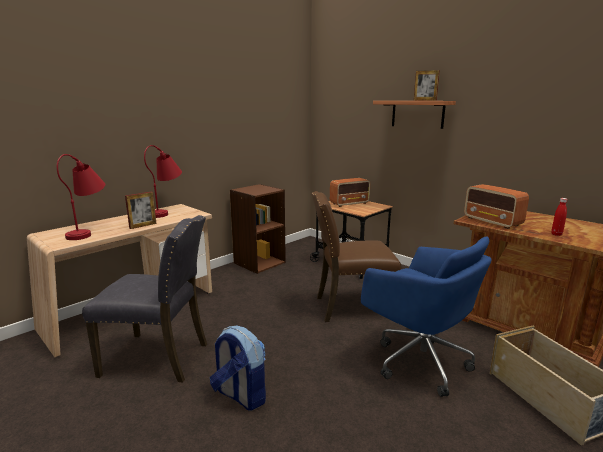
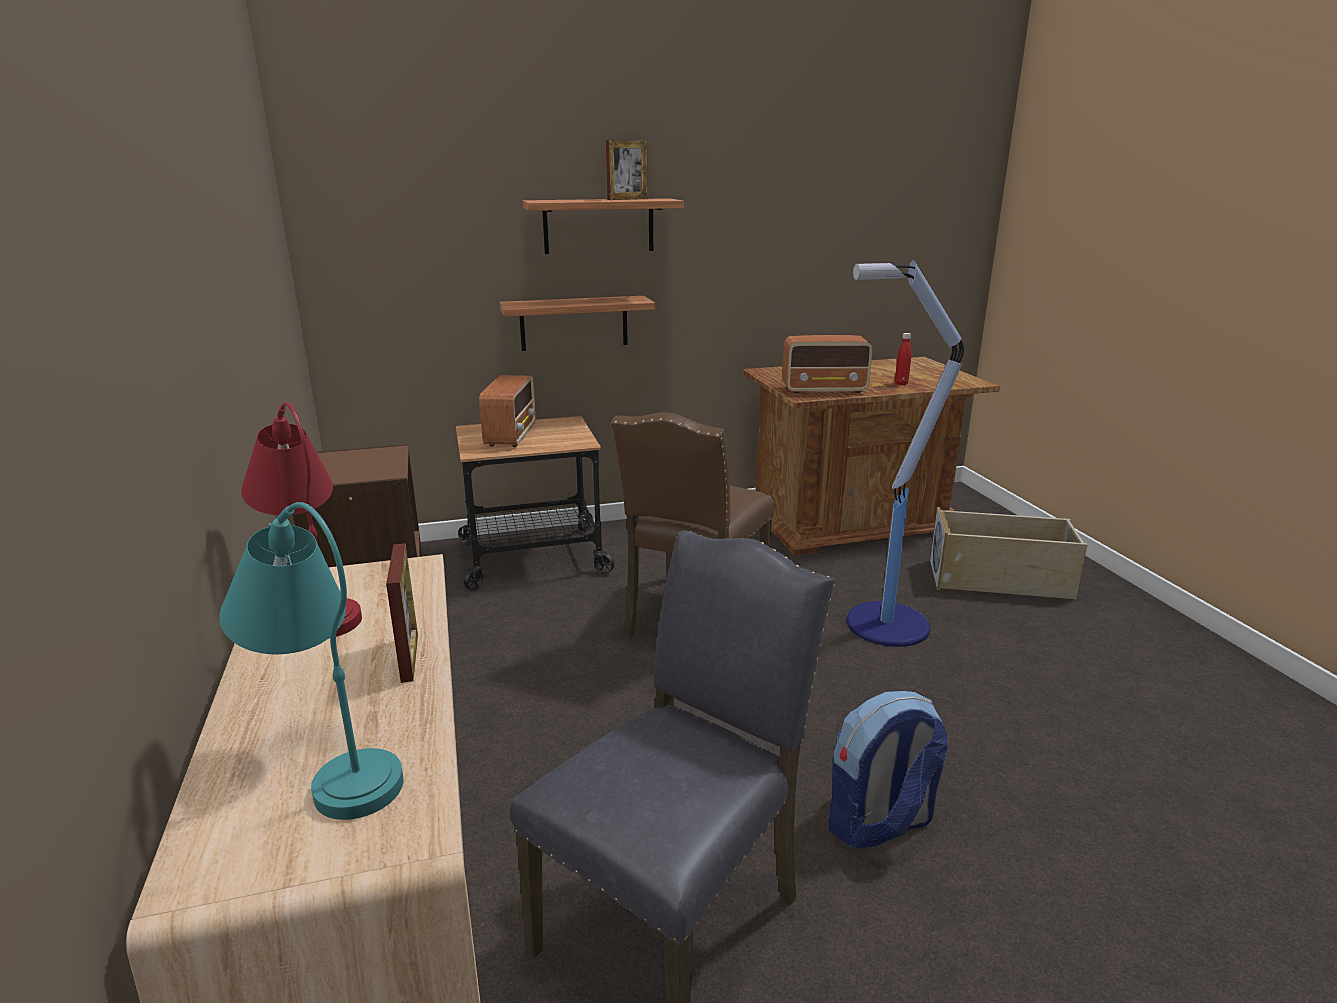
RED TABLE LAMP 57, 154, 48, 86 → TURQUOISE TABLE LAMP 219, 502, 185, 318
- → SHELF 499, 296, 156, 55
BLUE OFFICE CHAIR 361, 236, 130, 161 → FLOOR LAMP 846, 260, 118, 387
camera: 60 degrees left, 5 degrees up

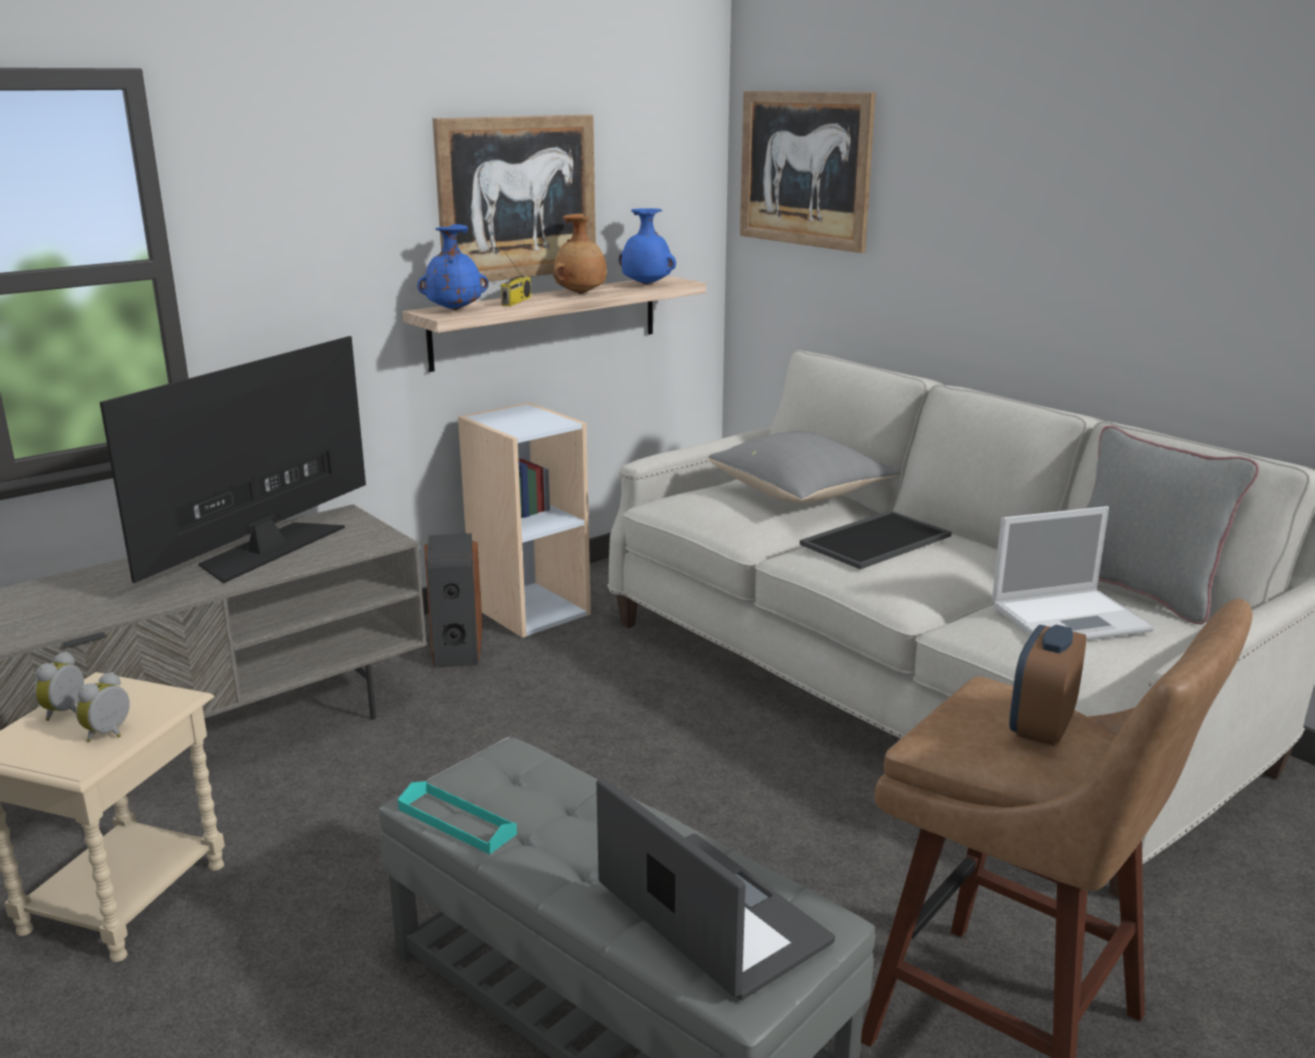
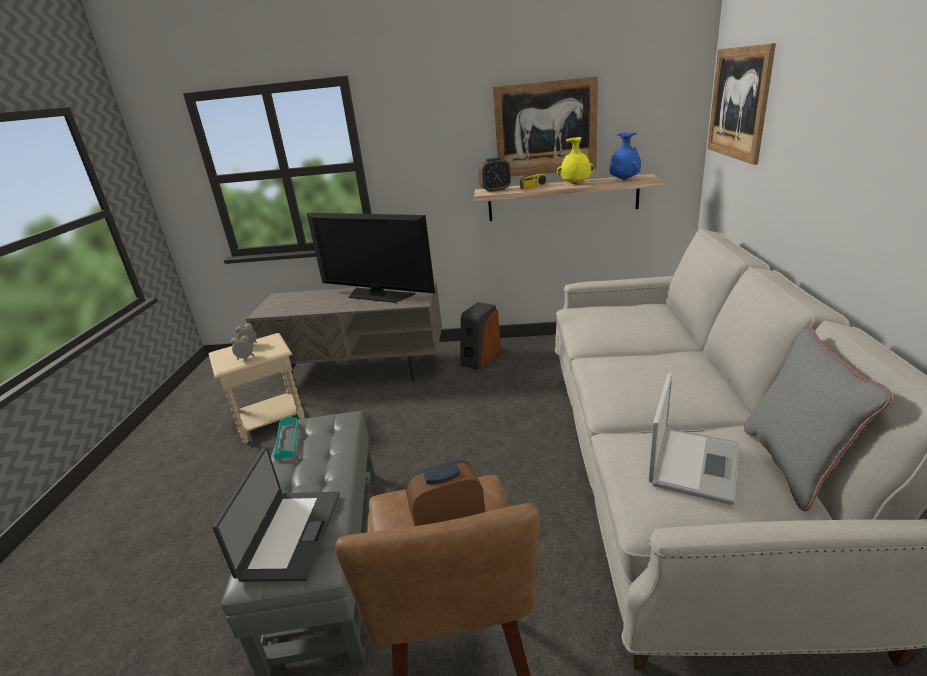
TELEVISION 100, 336, 266, 247 → TELEVISION 307, 213, 128, 90, 135 degrees counterclockwise
BLUE VASE 417, 224, 72, 86 → ALARM CLOCK 478, 157, 33, 35
BROWN VASE 553, 214, 54, 80 → YELLOW VASE 557, 137, 37, 47
LAPTOP 992, 506, 162, 135 → LAPTOP 648, 373, 91, 132, 90 degrees counterclockwise
BOOKCASE 458, 402, 133, 236 → -
GREY PILLOW 708, 431, 193, 72 → -
TRAY 800, 510, 152, 59 → -
camera: 45 degrees right, 5 degrees up

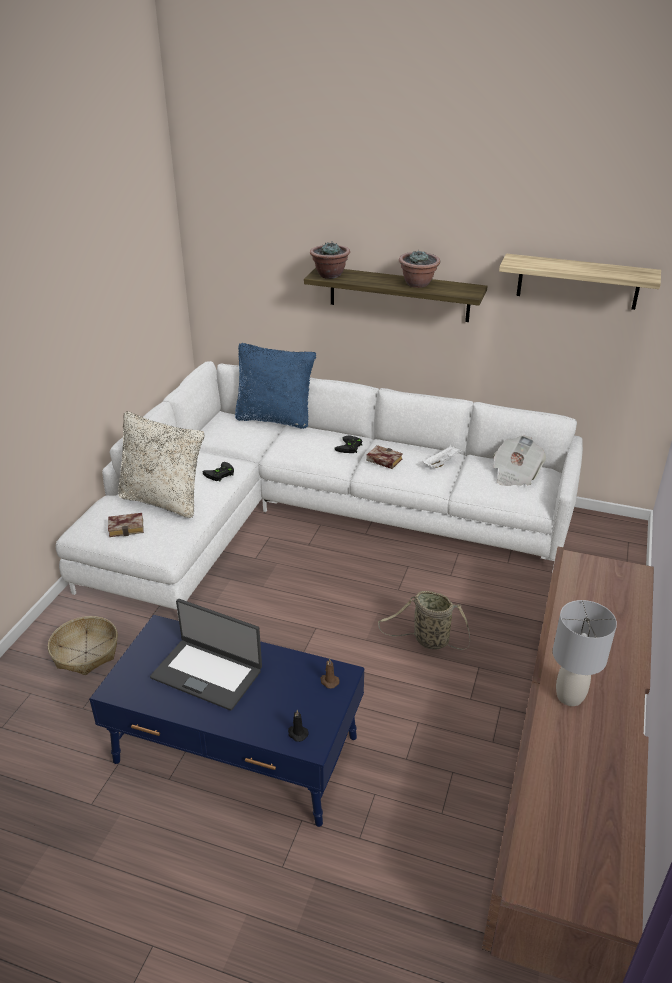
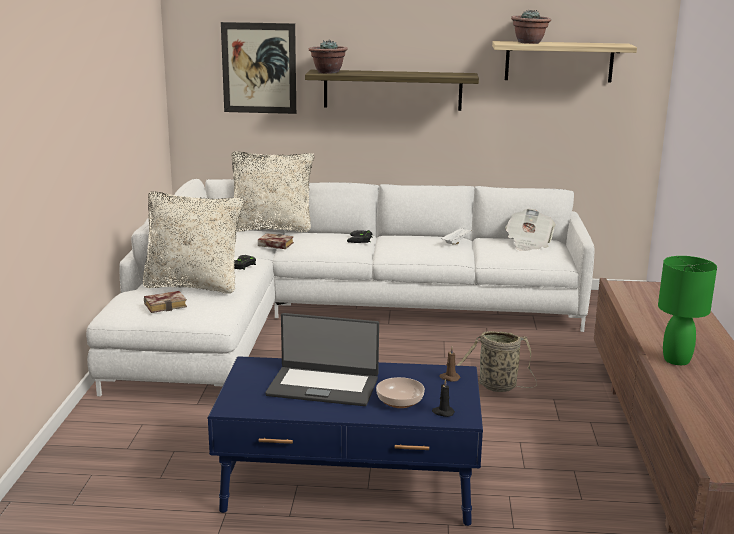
- → PICTURE 221, 22, 75, 92
BLUE PILLOW 235, 342, 81, 87 → BEIGE PILLOW 232, 151, 83, 82
BOOK 366, 445, 37, 24 → BOOK 258, 233, 36, 16, relocated
- → BOWL 376, 377, 49, 31
POTTED PLANT 399, 250, 41, 38 → POTTED PLANT 511, 10, 40, 34, relocated
GREY TABLE LAMP 553, 600, 64, 106 → GREEN TABLE LAMP 658, 256, 59, 109
BASKET 48, 616, 70, 59 → -
camera: 15 degrees left, 15 degrees down

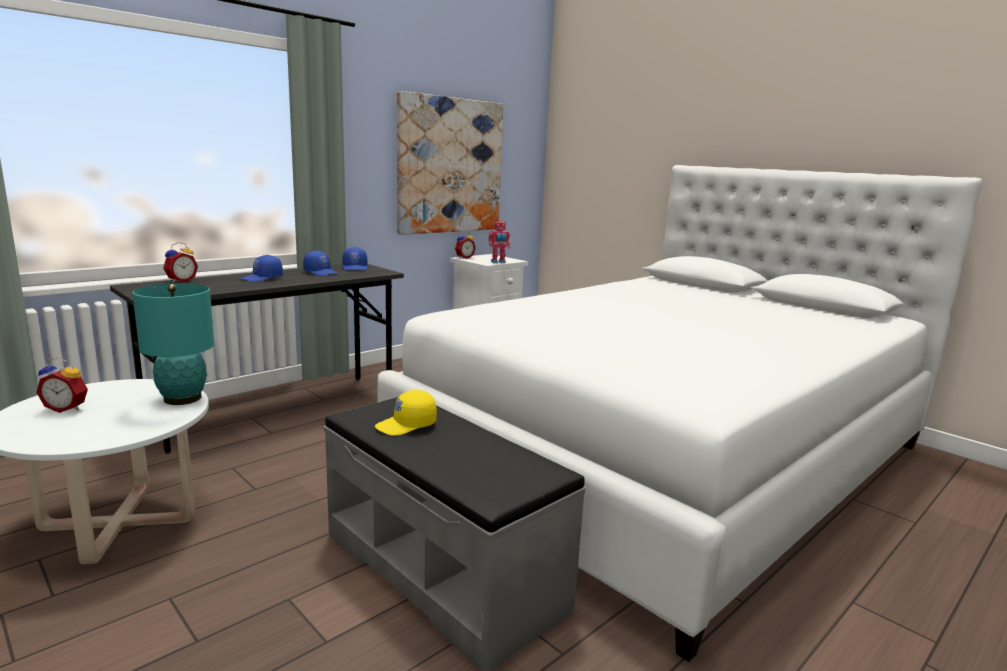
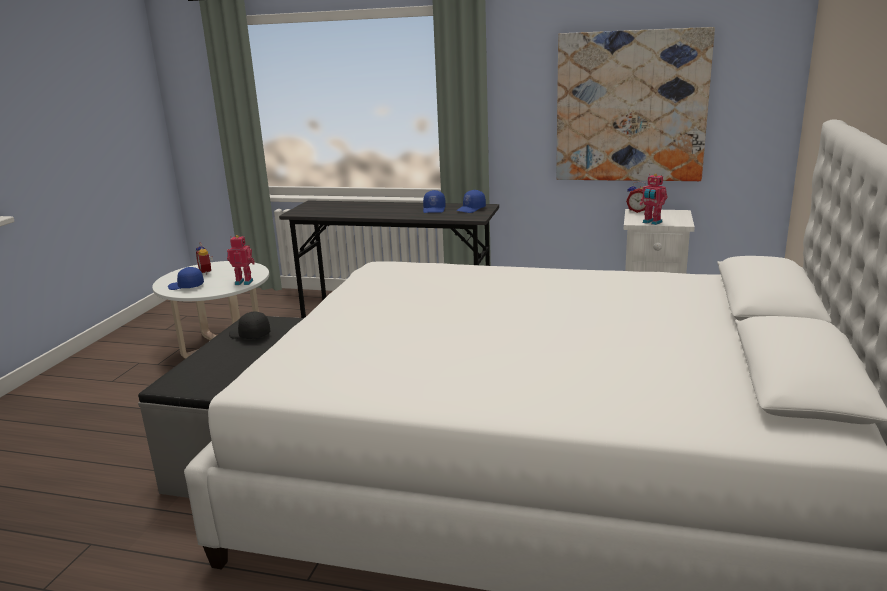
BLUE CAP 241, 255, 42, 27 → BLUE CAP 168, 267, 36, 23, relocated
TURQUOISE TABLE LAMP 132, 283, 82, 122 → TOY ROBOT 227, 235, 28, 50
YELLOW CAP 375, 390, 62, 46 → BLACK CAP 229, 312, 41, 27
ALARM CLOCK 163, 242, 35, 41 → -
camera: 60 degrees right, 5 degrees up

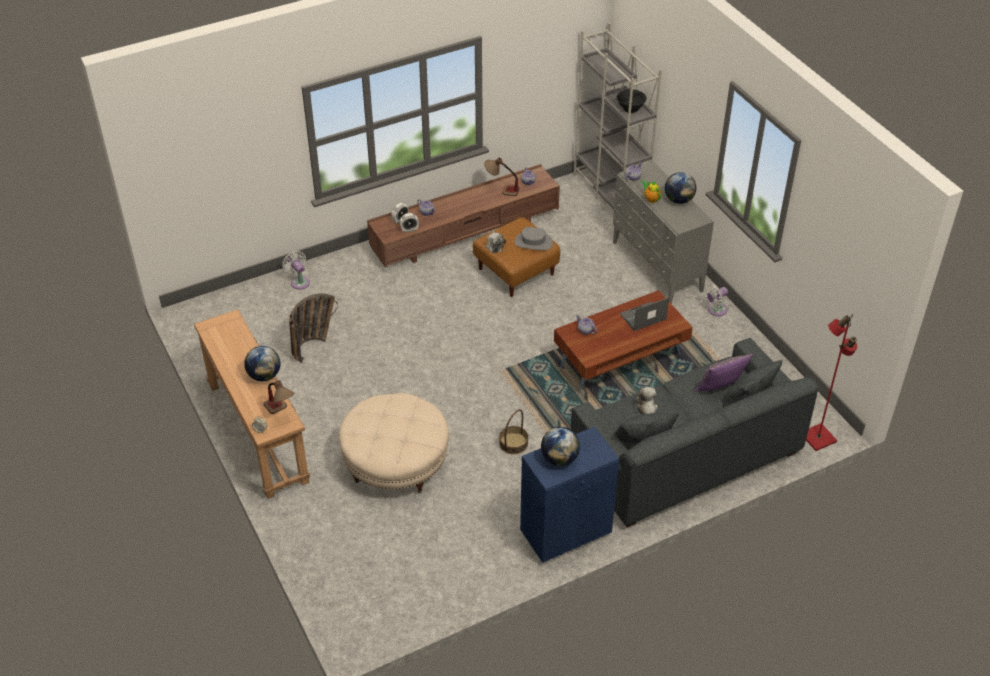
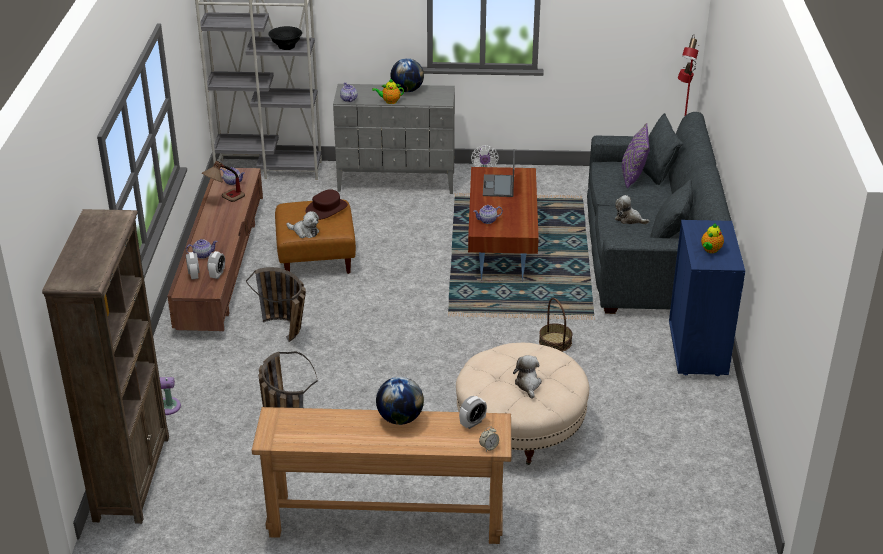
- → BROWN BOOKCASE 42, 209, 127, 315
- → BASKET 246, 267, 60, 75
GREY HAT 514, 227, 39, 23 → BROWN HAT 306, 189, 42, 31
TABLE LAMP 264, 380, 31, 34 → ALARM CLOCK 459, 396, 28, 33
- → PLUSH TOY 513, 355, 29, 44
GLOBE 541, 427, 39, 39 → TEAPOT 701, 223, 23, 30
camera: 60 degrees left, 10 degrees down

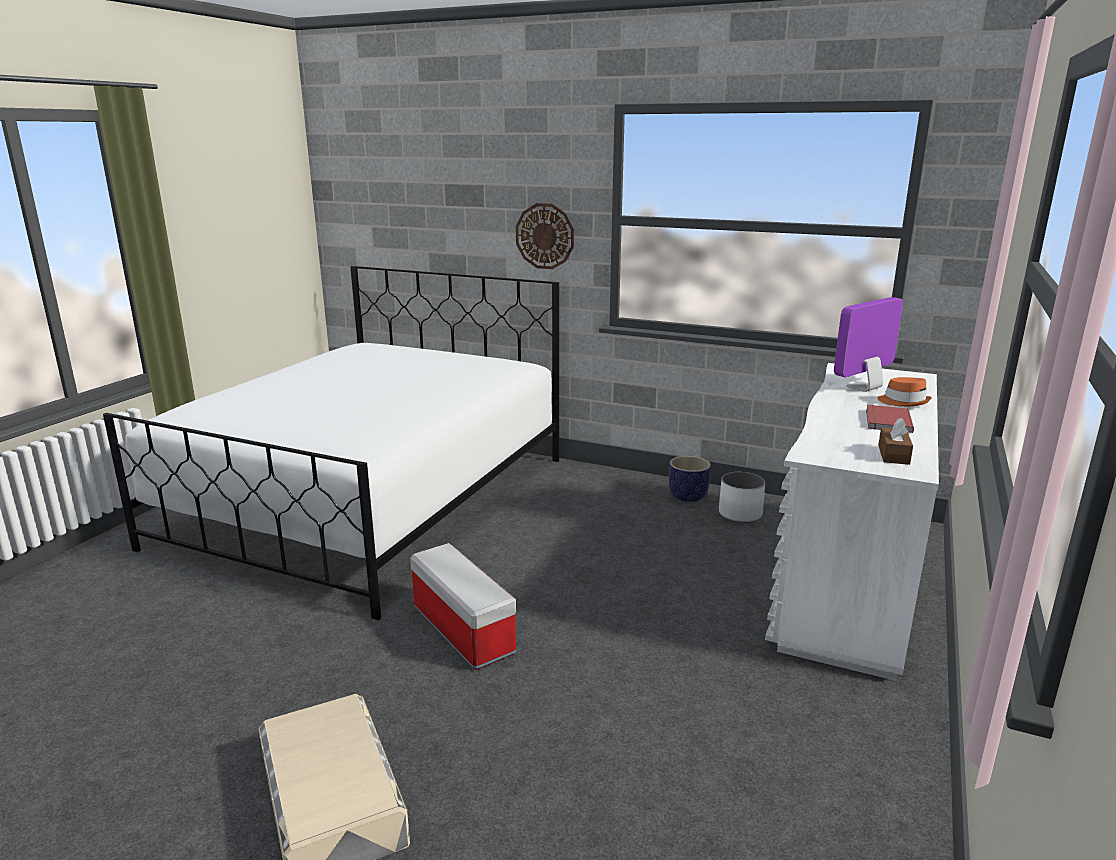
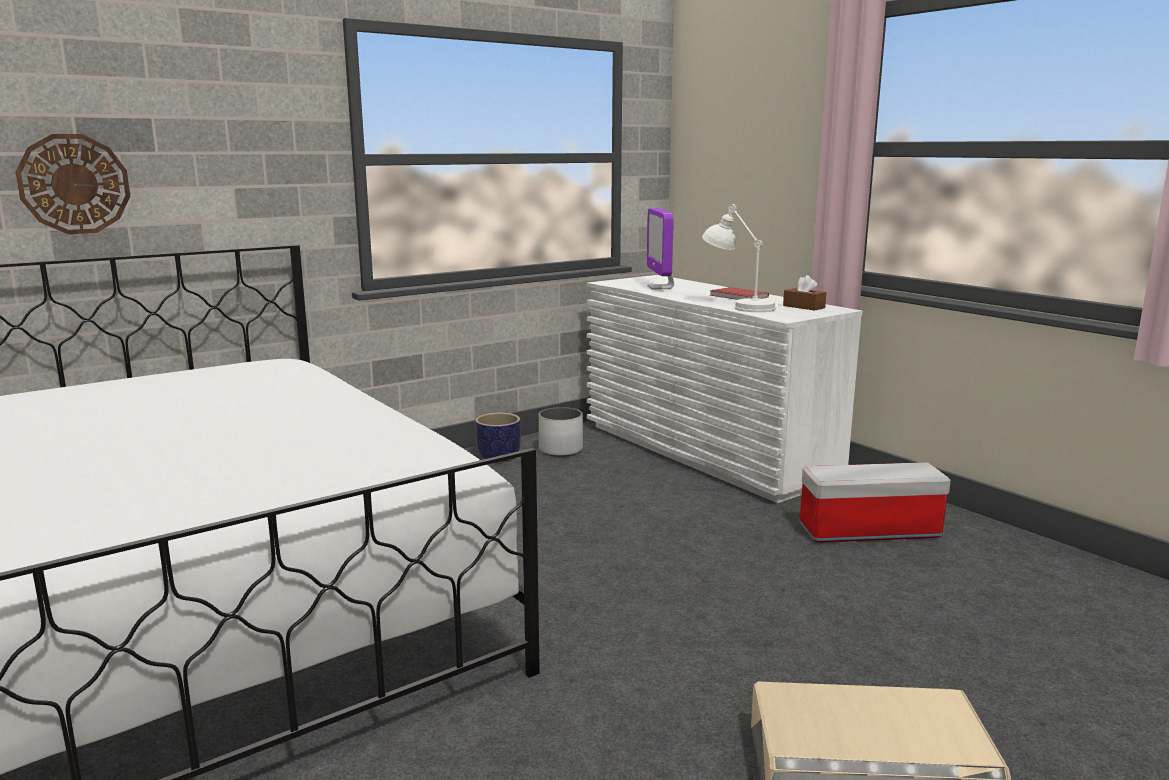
WALL CLOCK 516, 203, 58, 66 → WALL CLOCK 15, 134, 115, 100, relocated
- → WHITE TABLE LAMP 702, 204, 74, 108
STORAGE BOX 410, 543, 106, 127 → STORAGE BOX 800, 462, 151, 81, relocated
ORANGE HAT 877, 377, 55, 30 → -
camera: 60 degrees left, 5 degrees down

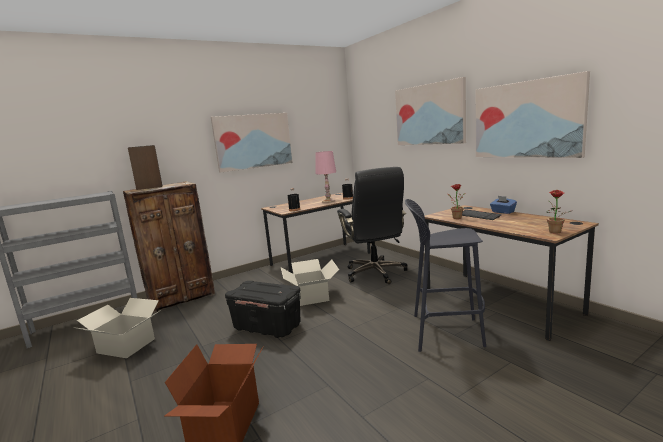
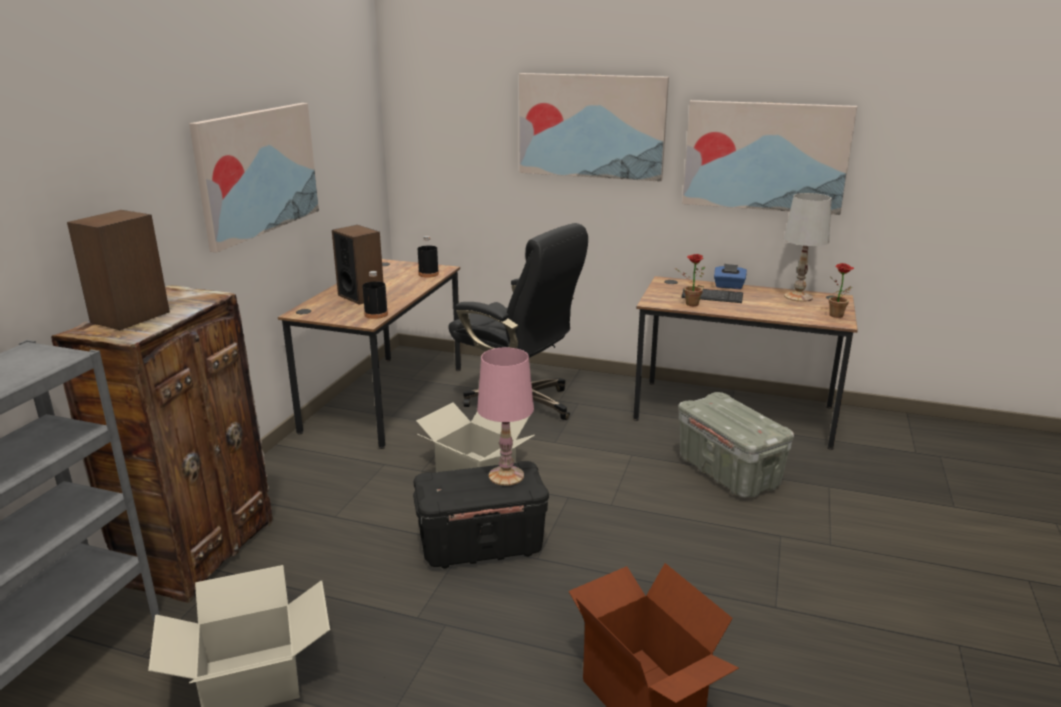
- → SPEAKER 332, 225, 52, 80
PINK TABLE LAMP 316, 151, 20, 52 → PINK TABLE LAMP 477, 347, 57, 139, relocated
GREY STOOL 405, 199, 81, 153 → GREY STORAGE BOX 678, 392, 116, 106
- → WHITE TABLE LAMP 784, 193, 48, 109
camera: 40 degrees left, 10 degrees up

